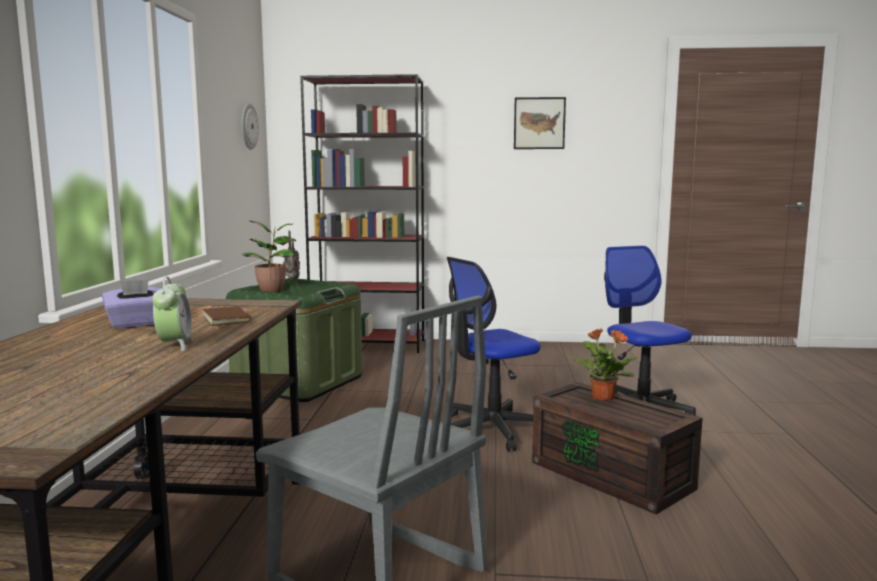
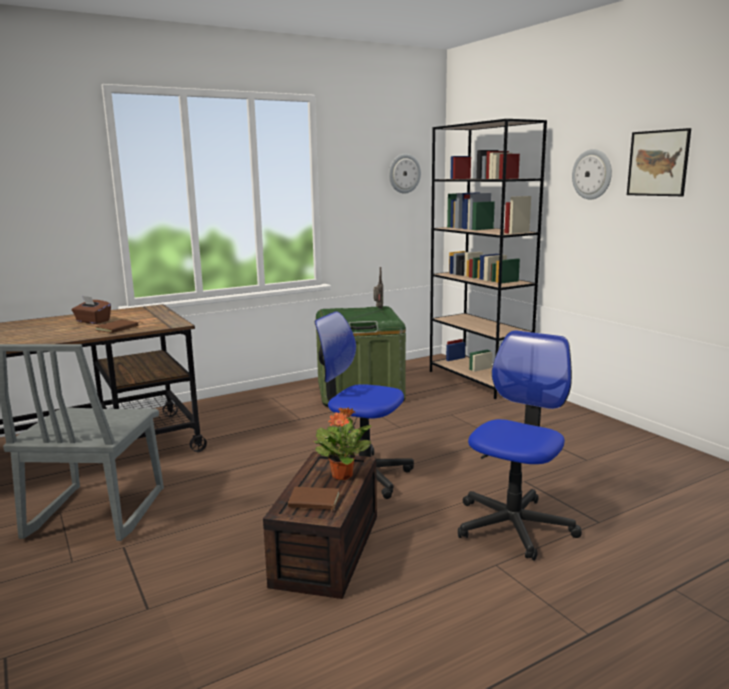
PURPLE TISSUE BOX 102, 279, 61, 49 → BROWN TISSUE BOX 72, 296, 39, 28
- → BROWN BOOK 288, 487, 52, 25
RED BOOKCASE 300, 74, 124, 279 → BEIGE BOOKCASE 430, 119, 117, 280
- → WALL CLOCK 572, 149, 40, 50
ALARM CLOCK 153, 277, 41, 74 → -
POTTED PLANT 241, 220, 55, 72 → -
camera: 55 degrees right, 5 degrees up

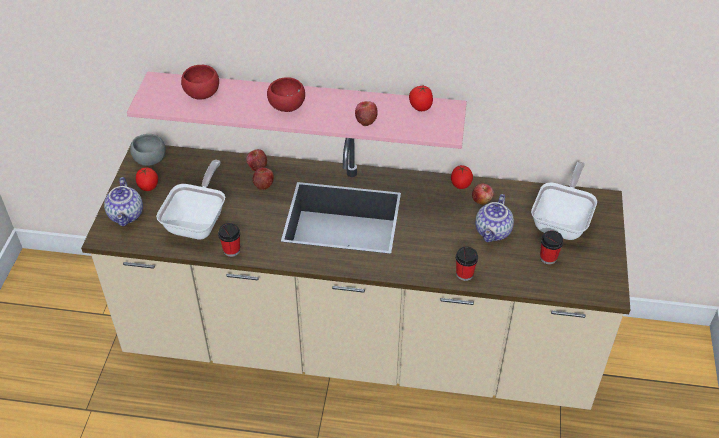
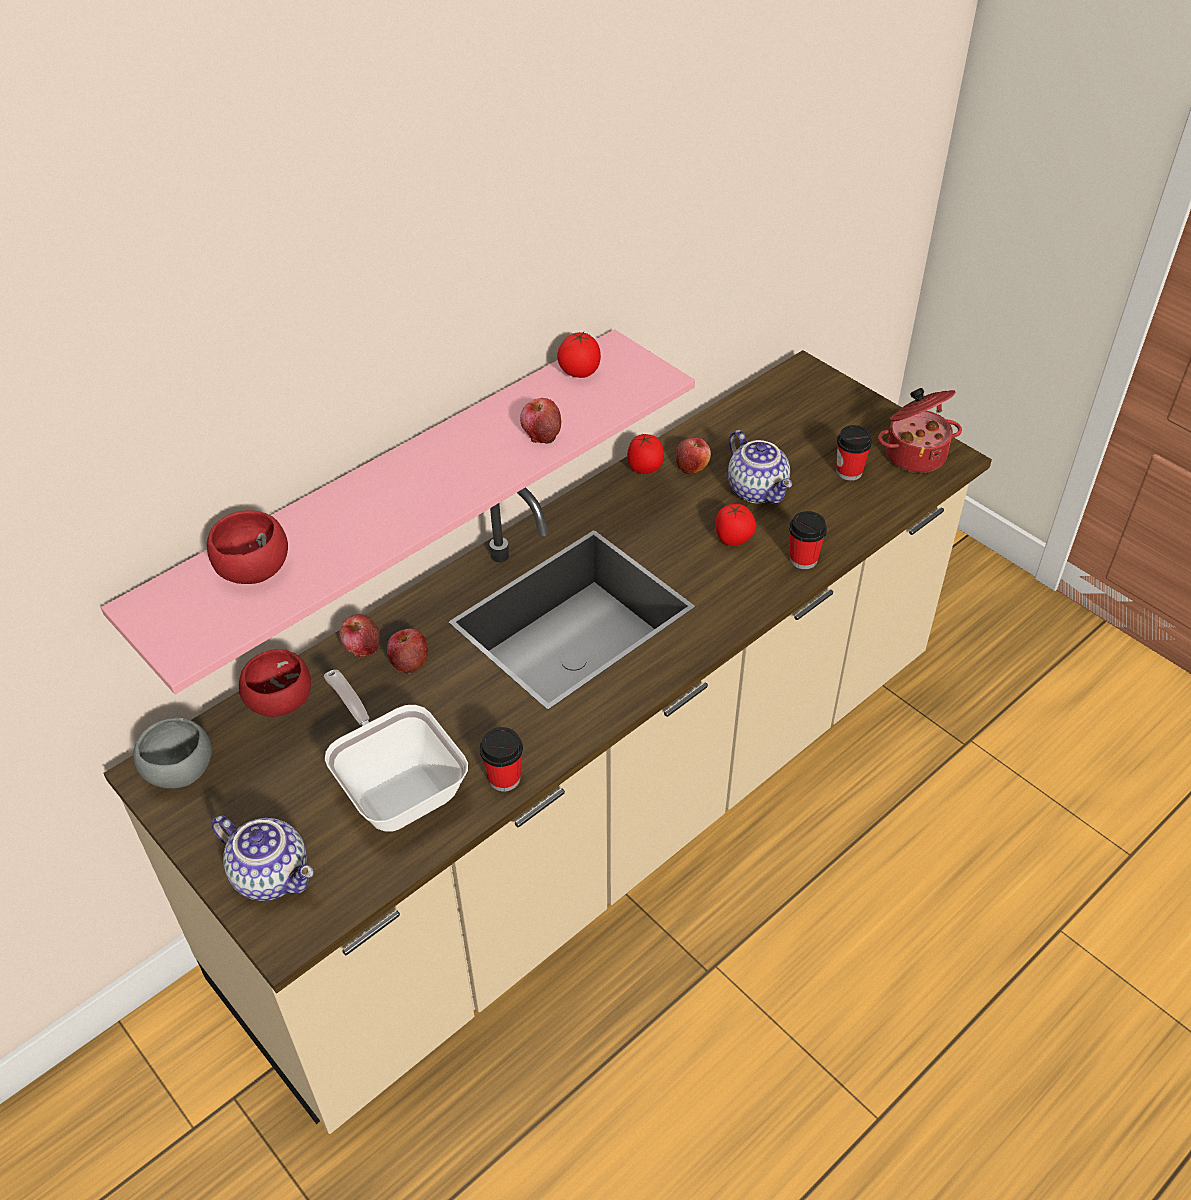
RED BOWL 267, 77, 38, 35 → RED BOWL 239, 649, 72, 68, relocated
TOMATO 136, 167, 22, 24 → TOMATO 715, 504, 41, 42, relocated
- → COOKING POT 878, 388, 84, 85
FRYING PAN 531, 162, 66, 78 → -
camera: 50 degrees left, 0 degrees up

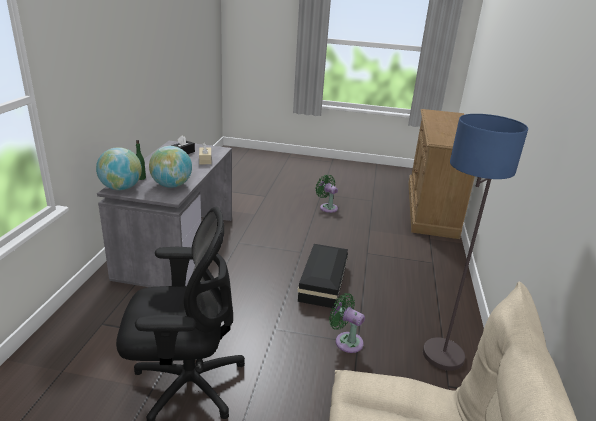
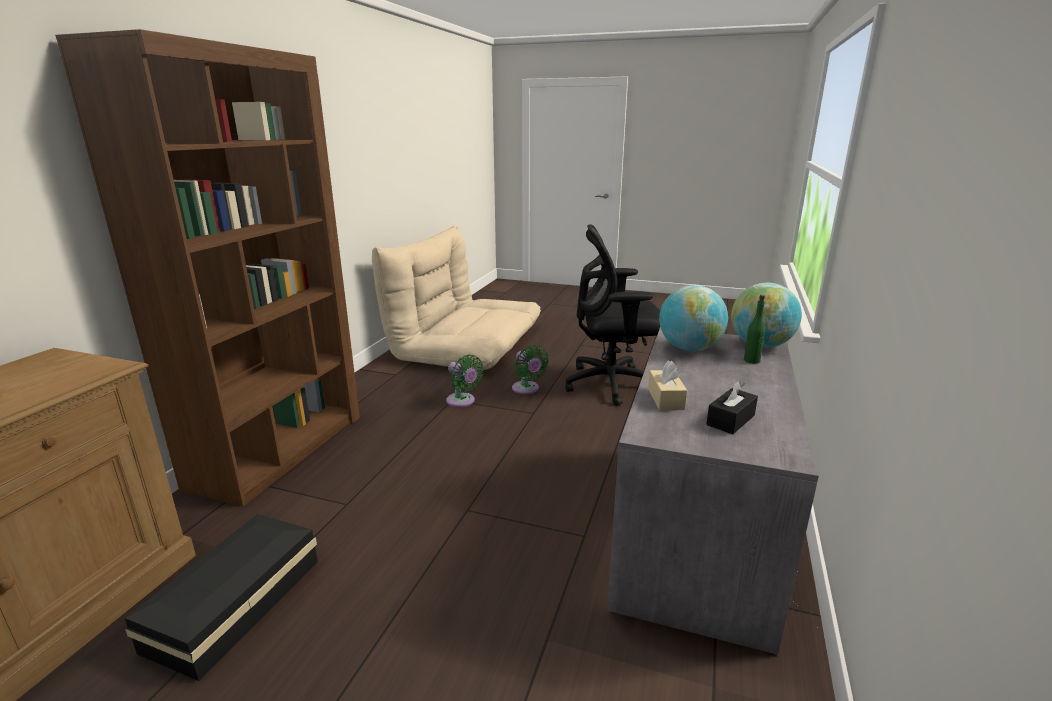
- → BROWN BOOKCASE 55, 29, 305, 478
BLACK STORAGE BOX 297, 244, 51, 64 → BLACK STORAGE BOX 125, 514, 193, 167, relocated
GREEN FAN 315, 175, 23, 38 → GREEN FAN 512, 345, 37, 49, relocated
BLUE FLOOR LAMP 423, 114, 105, 257 → -
camera: 170 degrees left, 5 degrees down

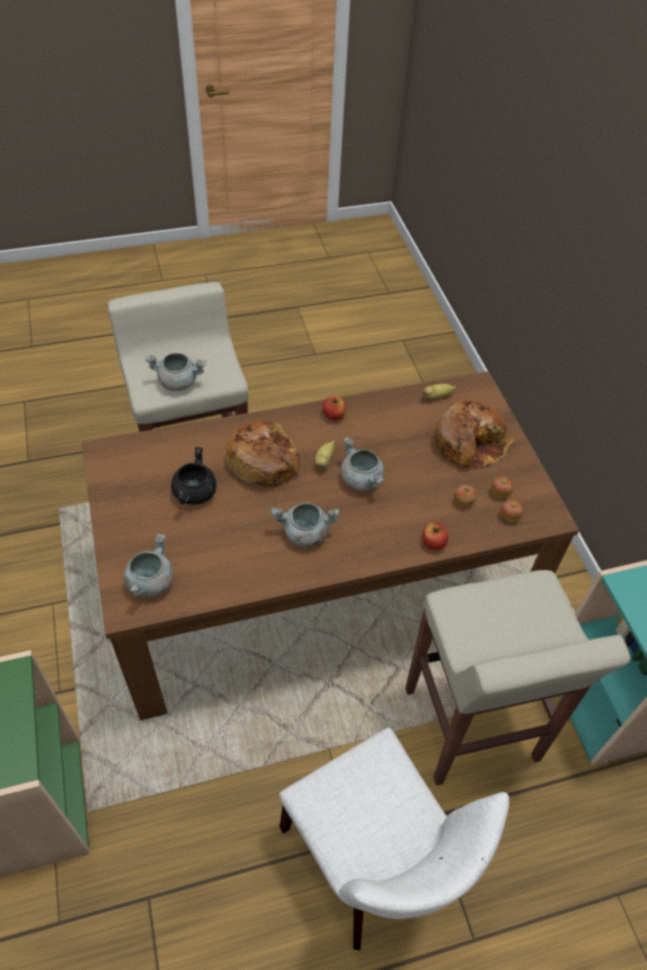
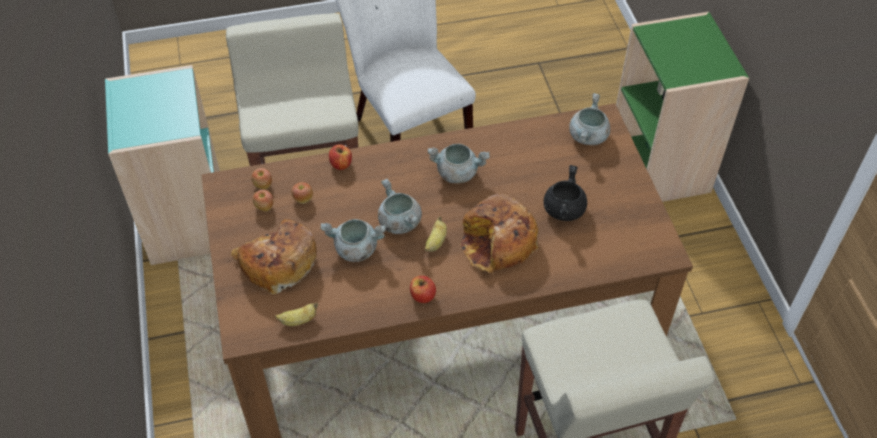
GREY COOKING POT 146, 353, 60, 38 → GREY COOKING POT 320, 219, 66, 43, relocated
camera: 175 degrees left, 0 degrees up

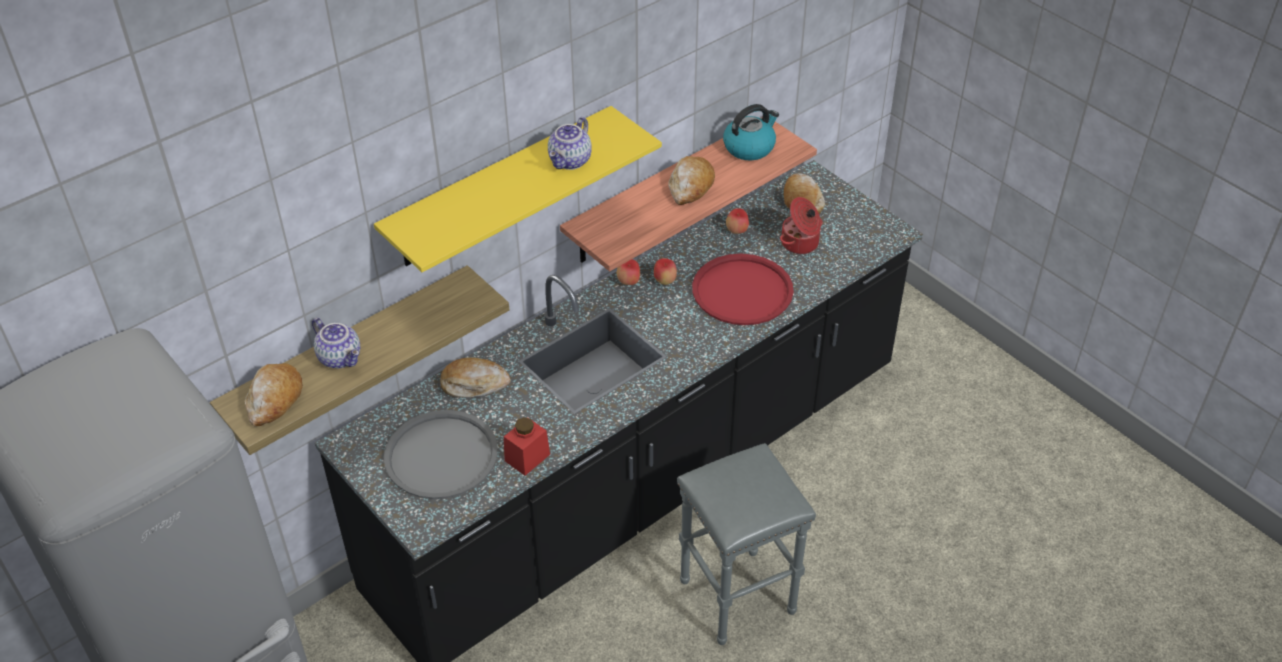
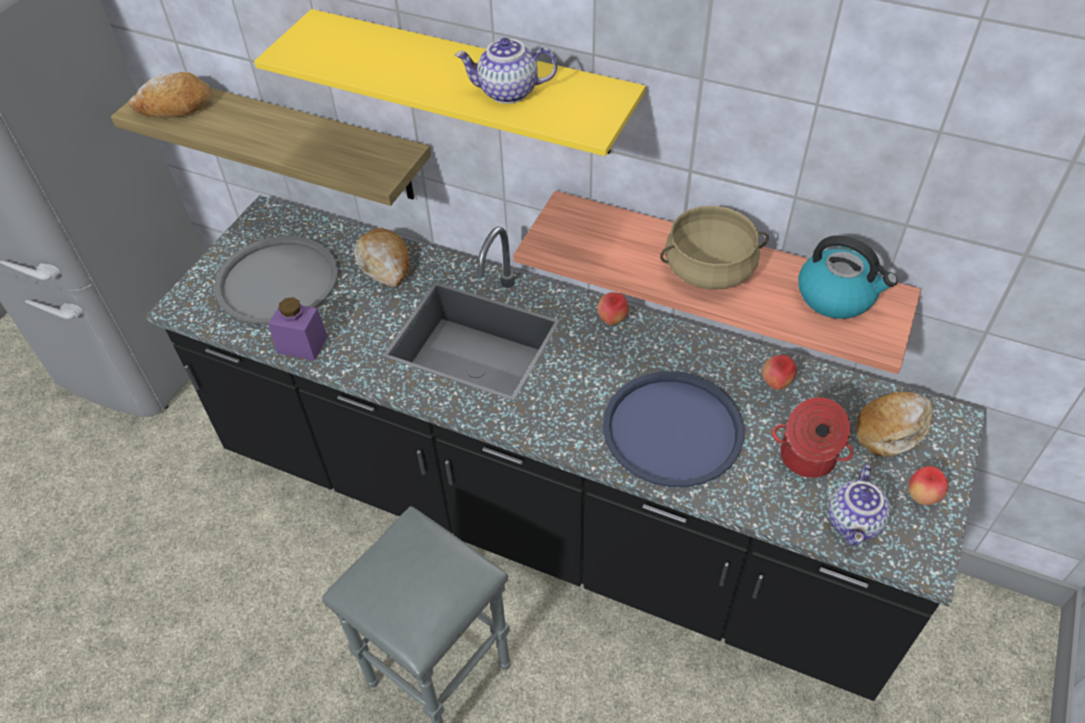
RED JAR 504, 417, 46, 59 → PURPLE JAR 268, 297, 60, 64
RED TRAY 692, 253, 102, 72 → BLUE TRAY 603, 371, 141, 116
BREAD 668, 156, 47, 49 → BEIGE COOKING POT 660, 206, 109, 84
TEAPOT 312, 318, 48, 50 → TEAPOT 828, 464, 63, 82, relocated
APPLE 654, 258, 23, 27 → APPLE 909, 466, 39, 39, relocated
camera: 65 degrees right, 5 degrees up

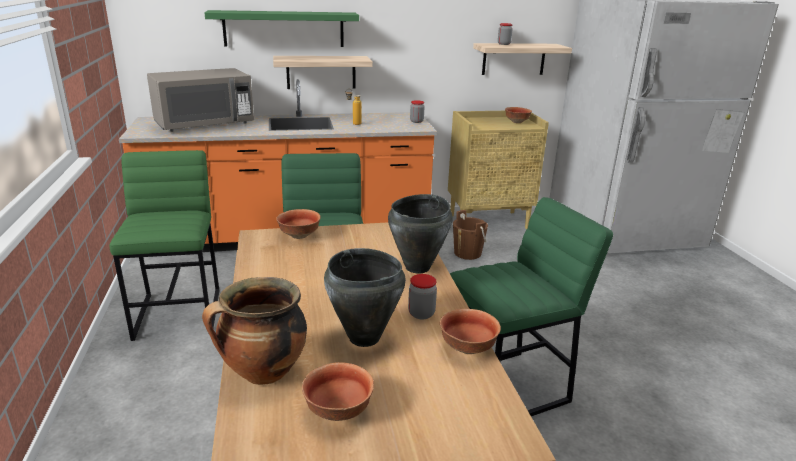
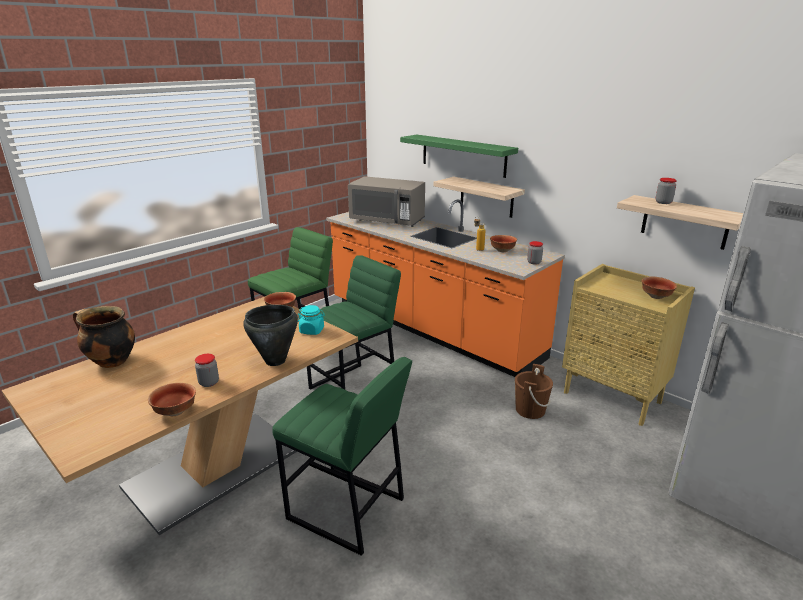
- → TURQUOISE JAR 298, 305, 27, 30
BOWL 302, 362, 72, 59 → BOWL 490, 235, 27, 17, relocated
BLACK COOKING POT 324, 248, 82, 99 → -
camera: 55 degrees right, 0 degrees up

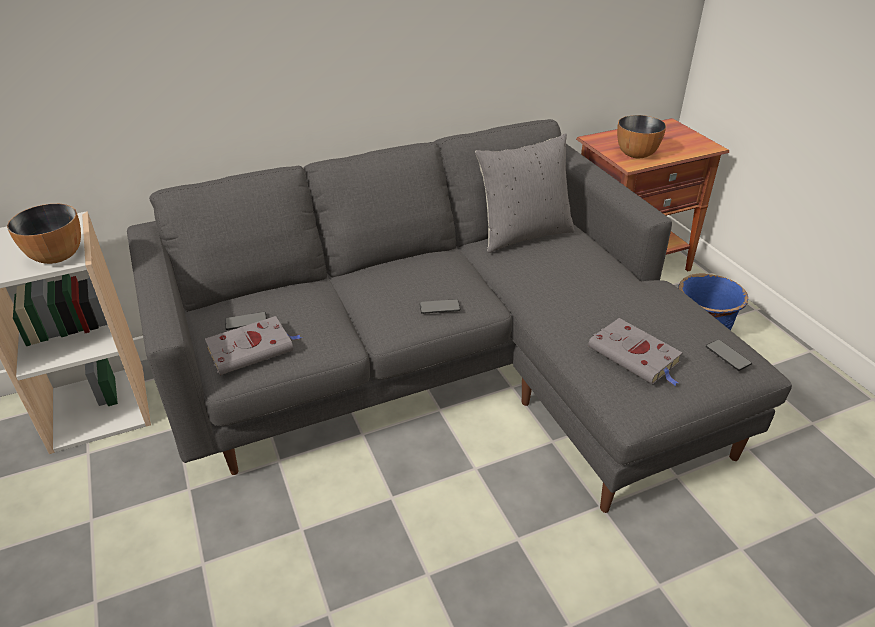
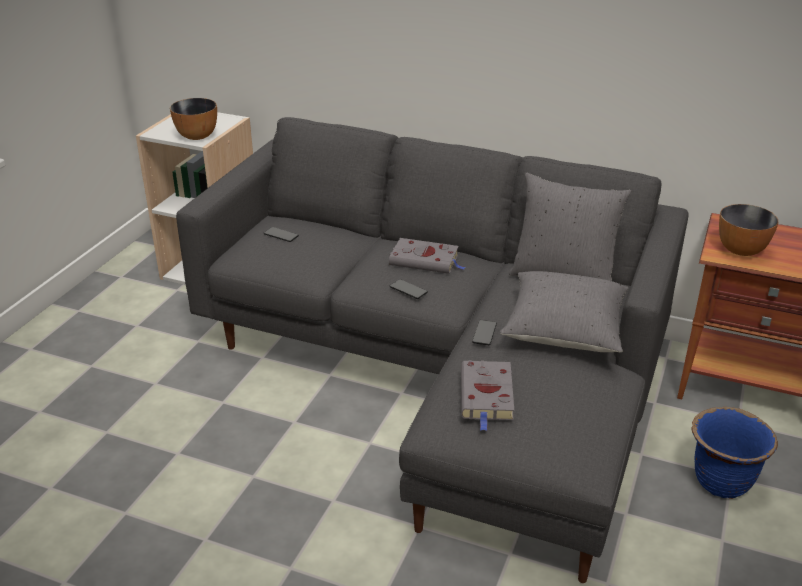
GREY BOOK 205, 316, 97, 59 → GREY BOOK 389, 238, 77, 36, relocated
PHONE 706, 339, 46, 32 → PHONE 472, 320, 25, 25, relocated
- → GREY PILLOW 500, 271, 129, 82
camera: 45 degrees right, 5 degrees down

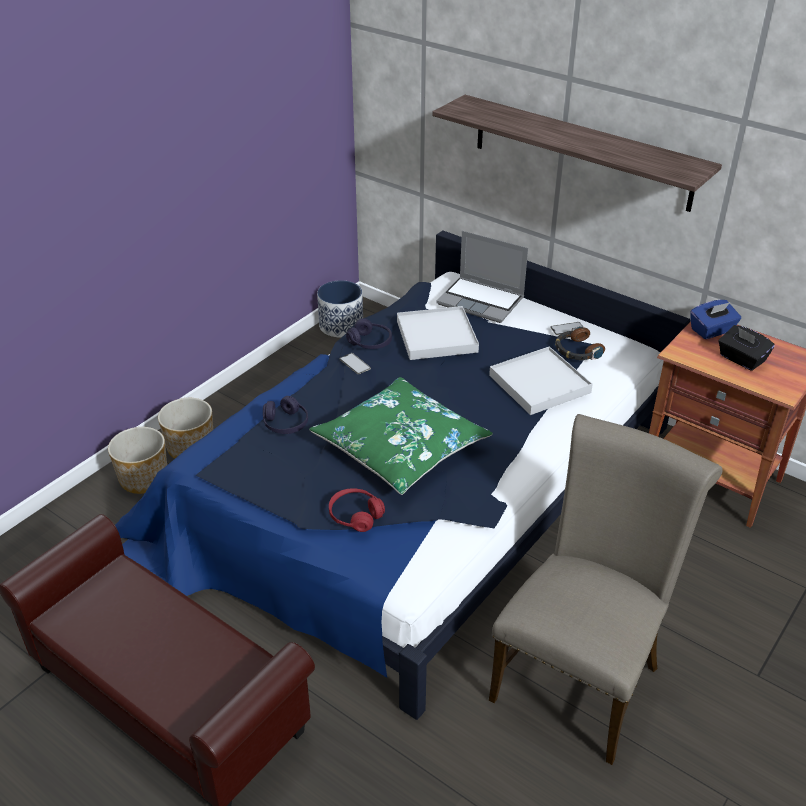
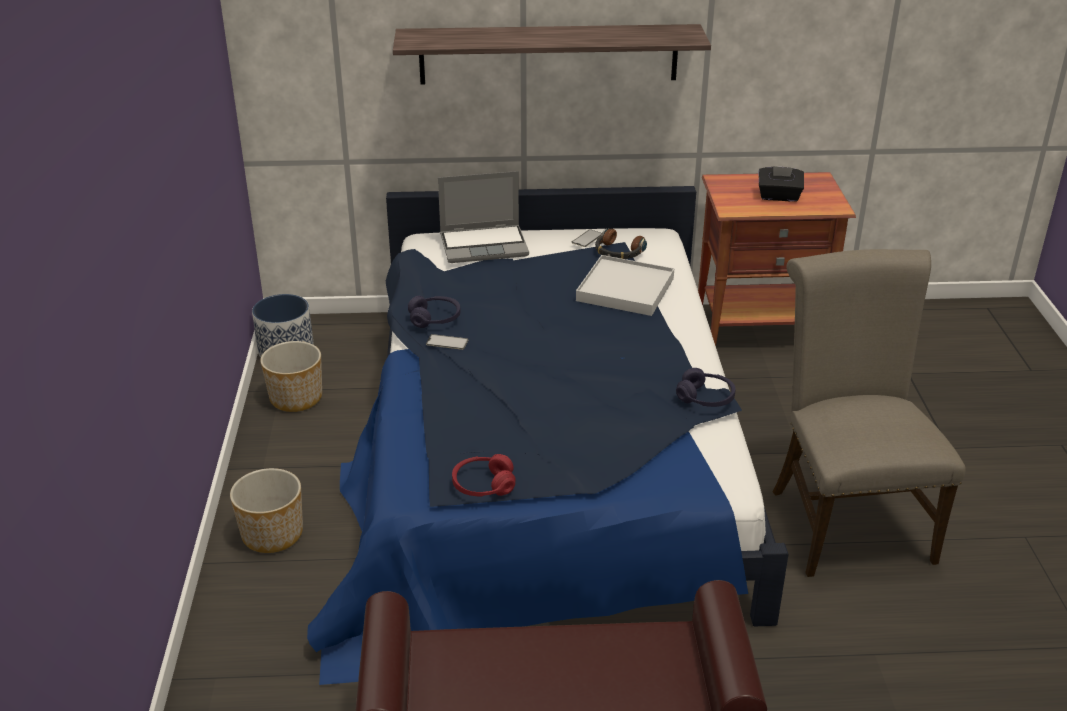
PLANTER 108, 427, 59, 67 → PLANTER 260, 341, 62, 71, relocated
RED HEADPHONES 329, 488, 56, 44 → RED HEADPHONES 452, 454, 64, 43, relocated
PURPLE HEADPHONES 263, 396, 45, 38 → PURPLE HEADPHONES 676, 368, 60, 39, relocated
GREEN PILLOW 309, 377, 184, 118 → -
WHITE TRAY 397, 306, 82, 54 → -
BLUE TISSUE BOX 690, 300, 51, 39 → -
camera: 40 degrees left, 5 degrees down

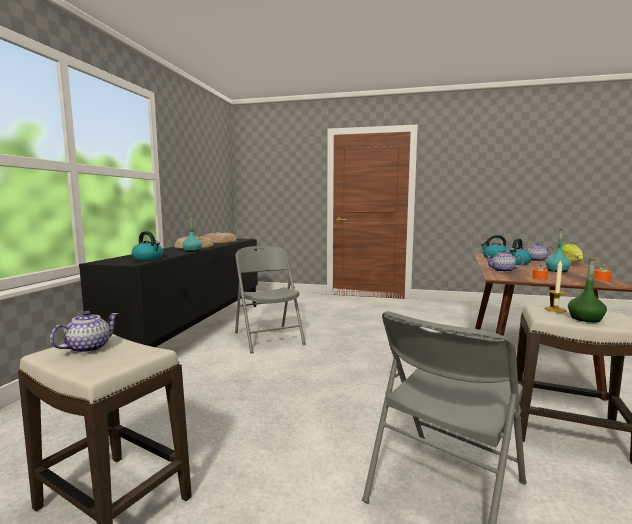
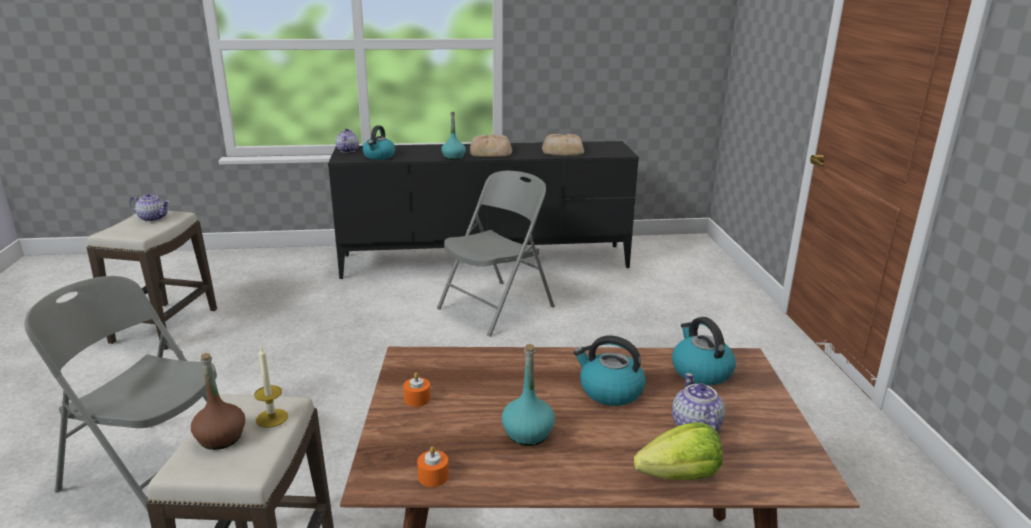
GREEN BOTTLE 568, 259, 39, 63 → BROWN BOTTLE 191, 353, 54, 97
TEAPOT 485, 250, 39, 22 → TEAPOT 336, 128, 23, 25, relocated
camera: 70 degrees right, 15 degrees up

